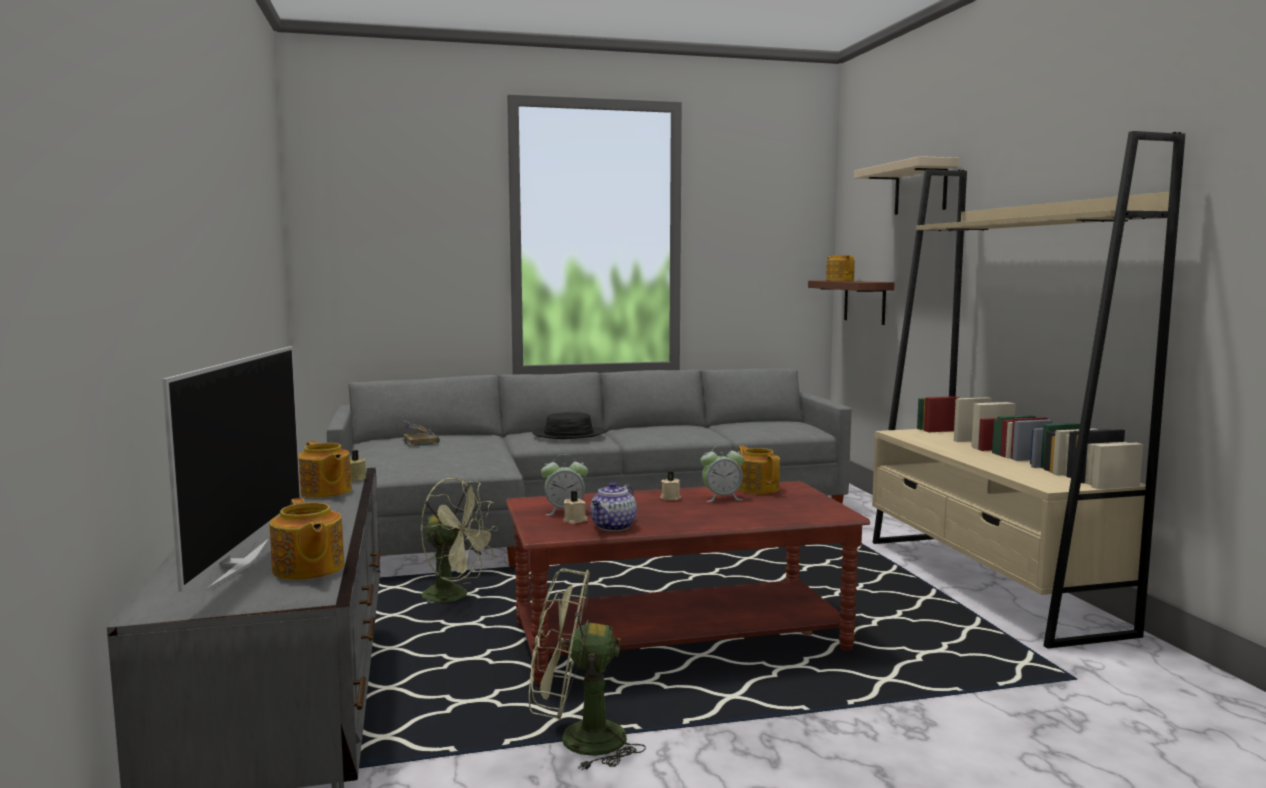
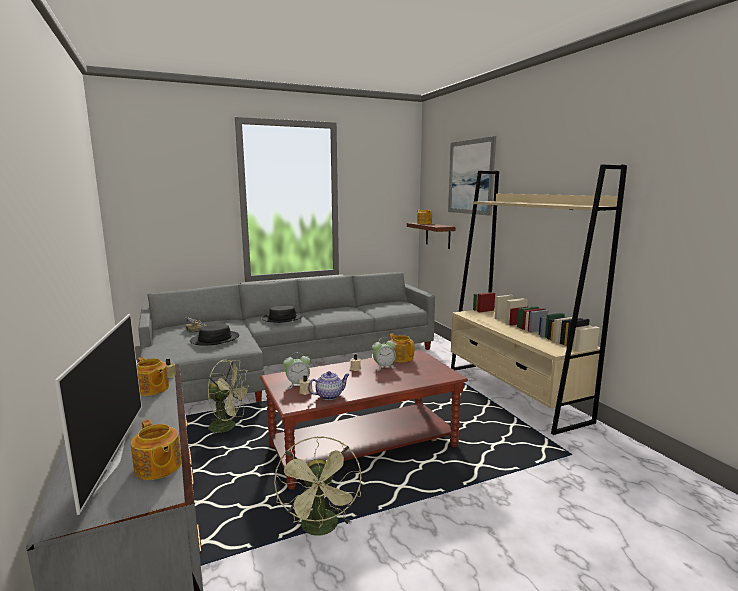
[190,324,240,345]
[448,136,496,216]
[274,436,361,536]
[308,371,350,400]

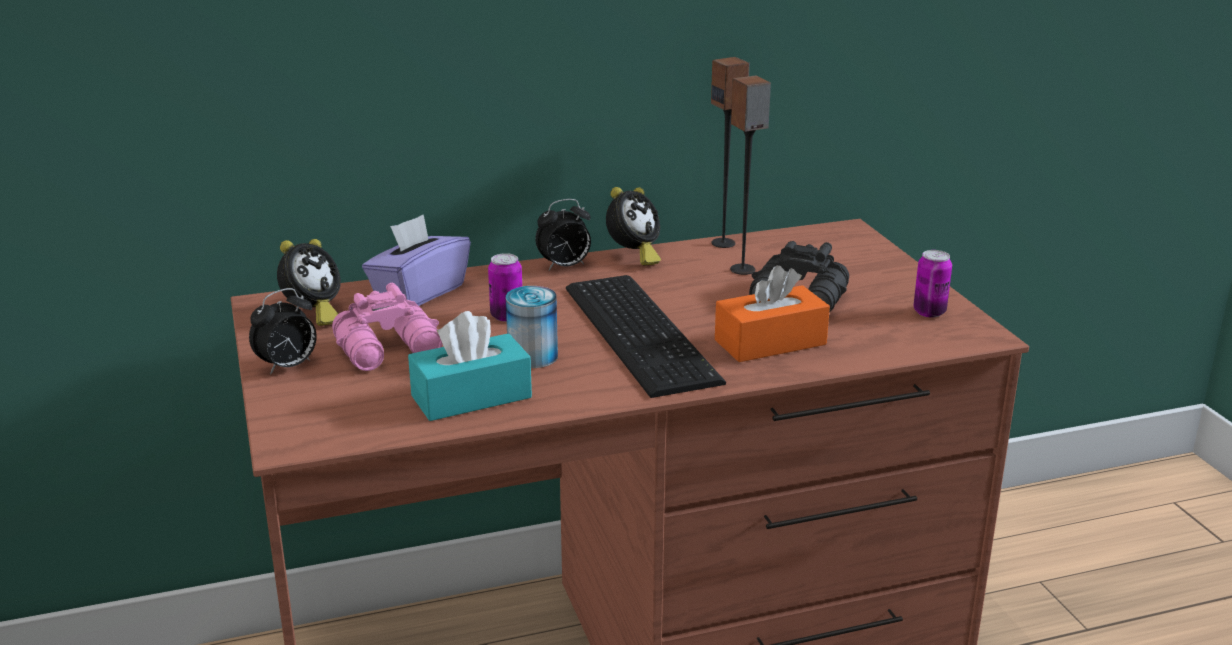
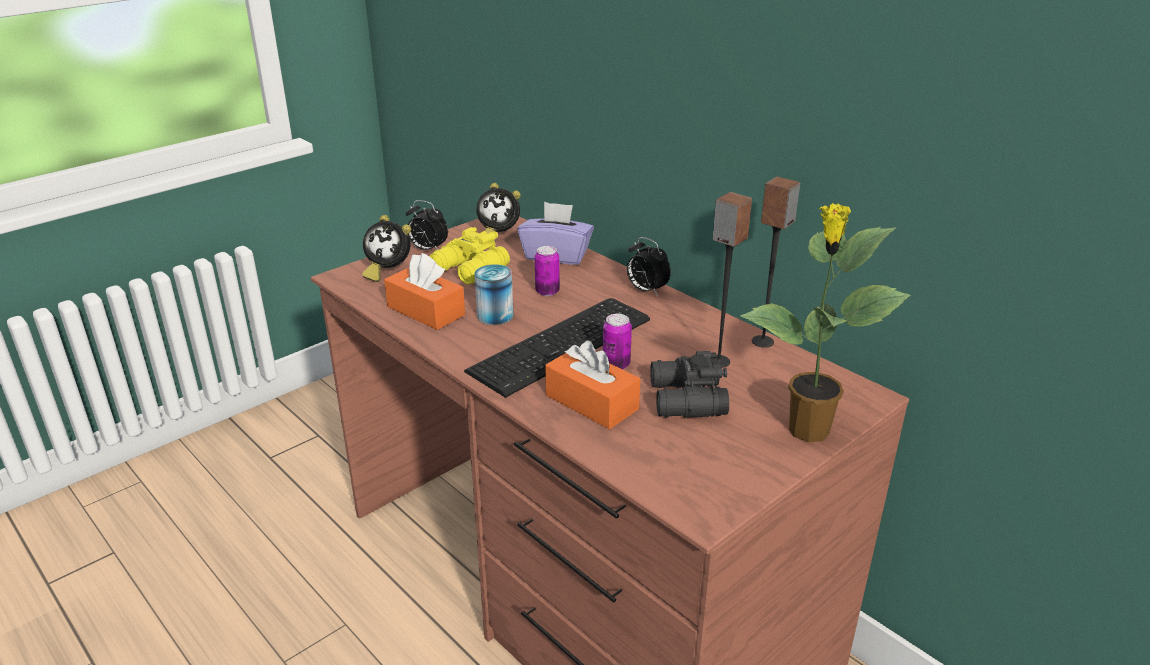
[740,203,911,442]
[362,215,411,282]
[603,314,632,370]
[430,227,510,284]
[384,253,465,330]

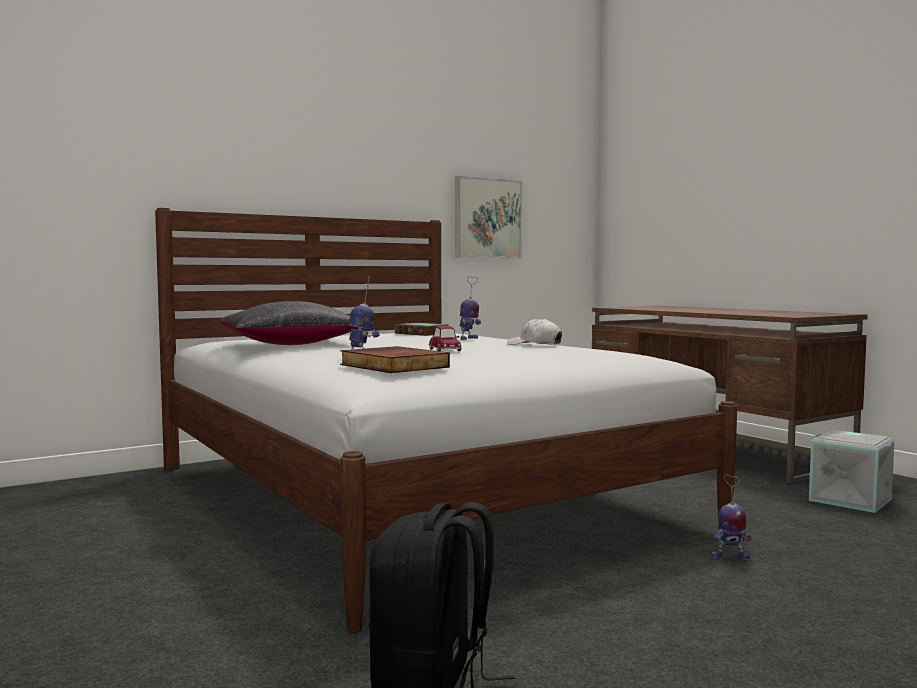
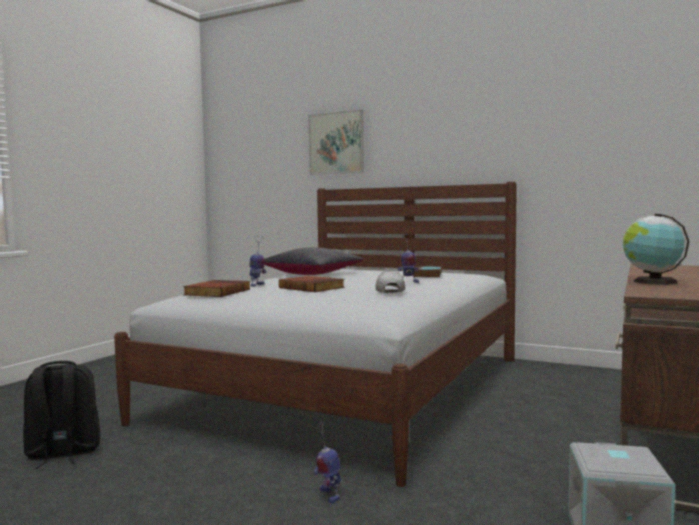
[623,214,689,285]
[308,109,364,175]
[279,276,345,292]

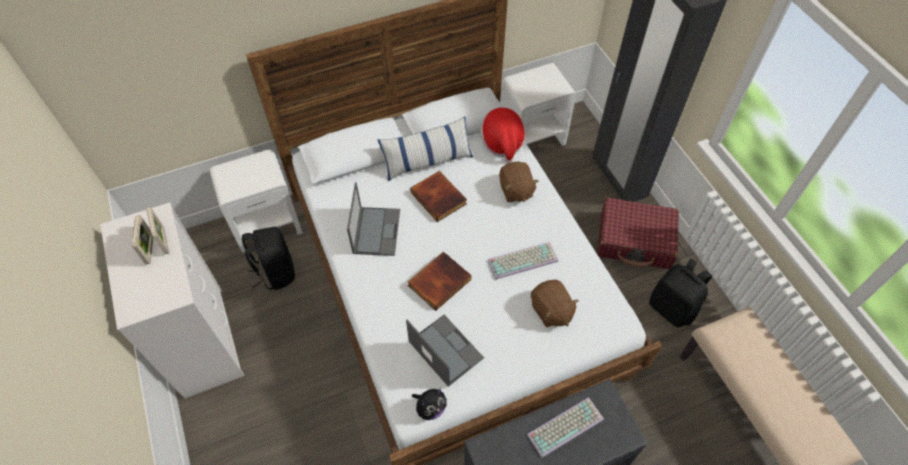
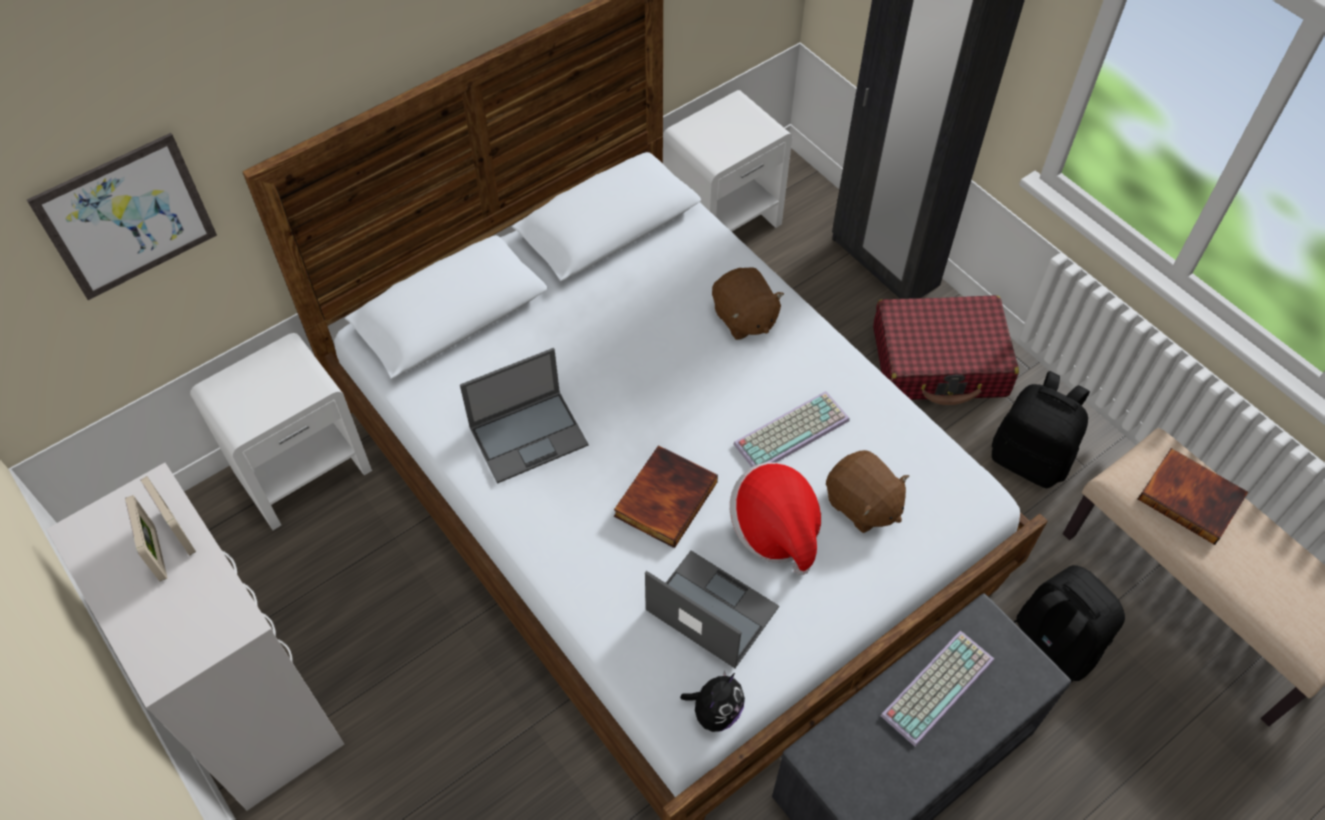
[378,116,473,181] (first image)
[27,133,217,300]
[1014,565,1125,684]
[1138,448,1248,545]
[730,462,821,575]
[460,348,588,484]

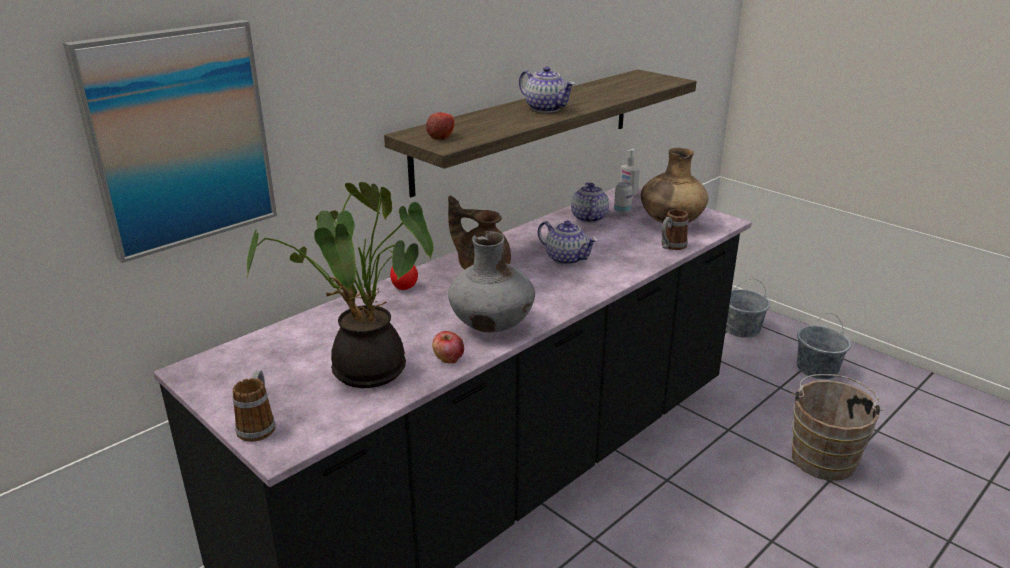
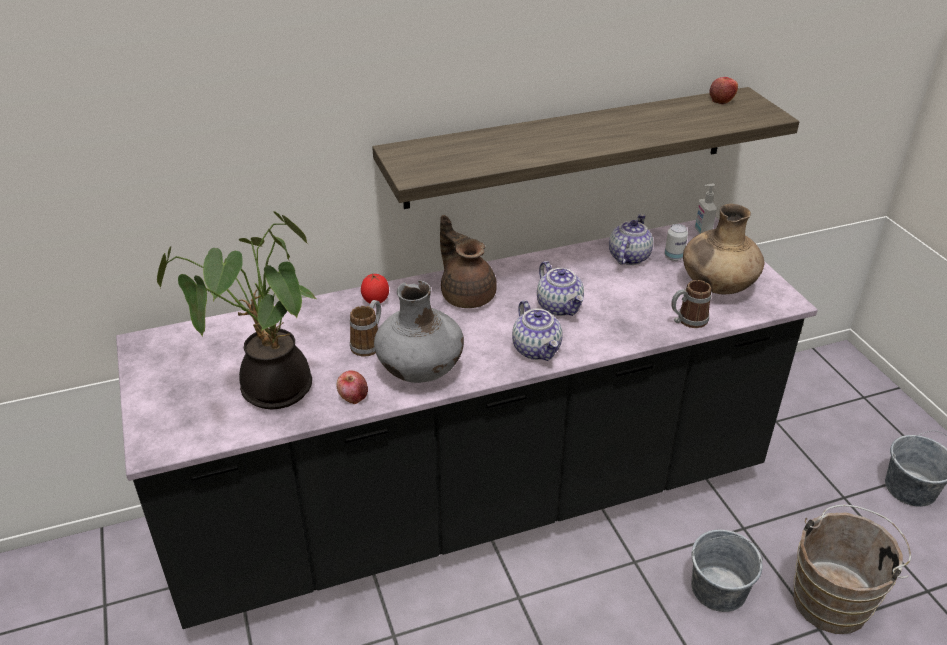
[63,20,277,263] (first image)
[350,300,381,357]
[710,77,738,104]
[512,300,562,361]
[691,530,763,612]

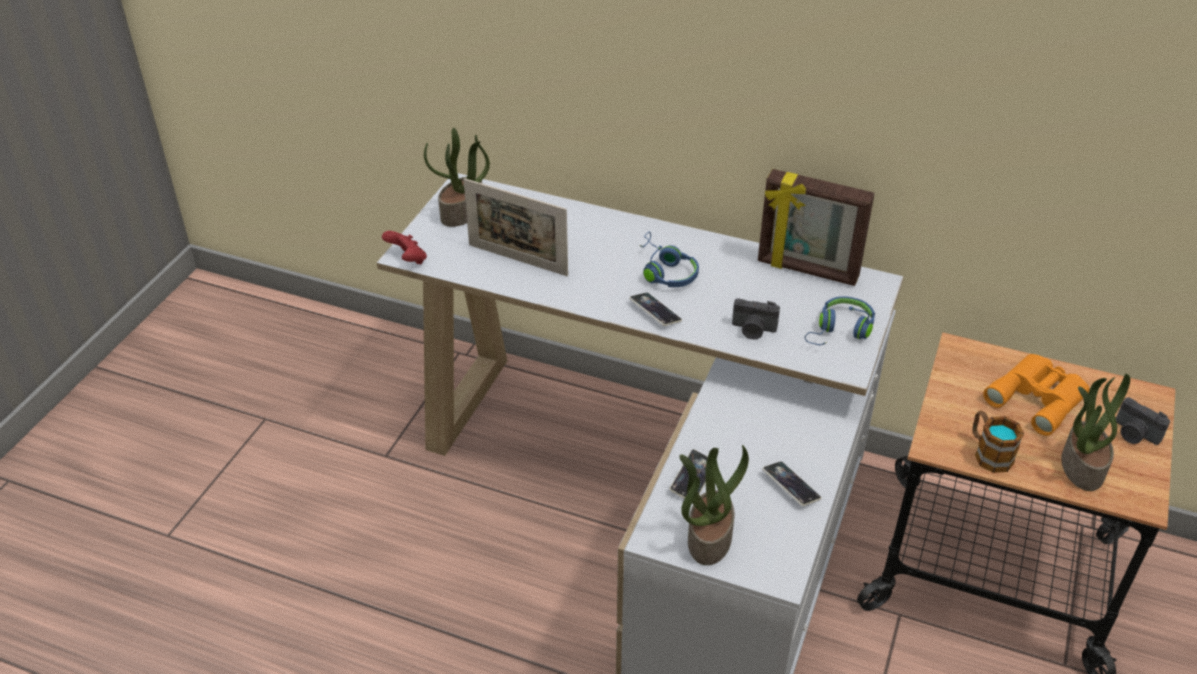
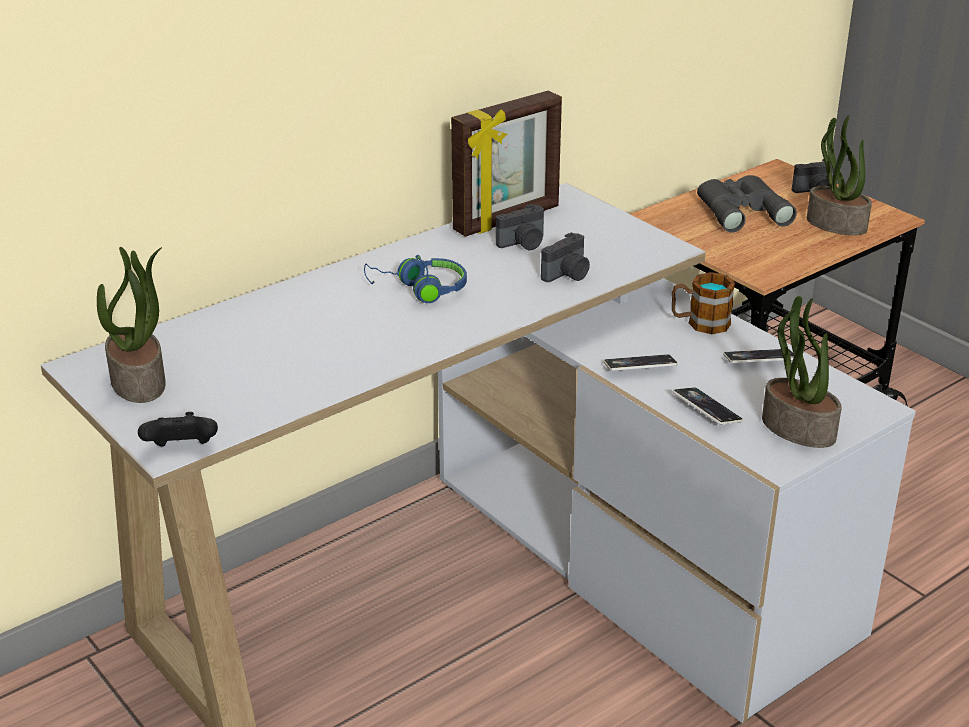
[463,178,568,276] (first image)
[805,296,875,345] (first image)
[496,204,544,250]
[604,354,678,371]
[672,272,735,334]
[138,412,218,447]
[697,175,797,233]

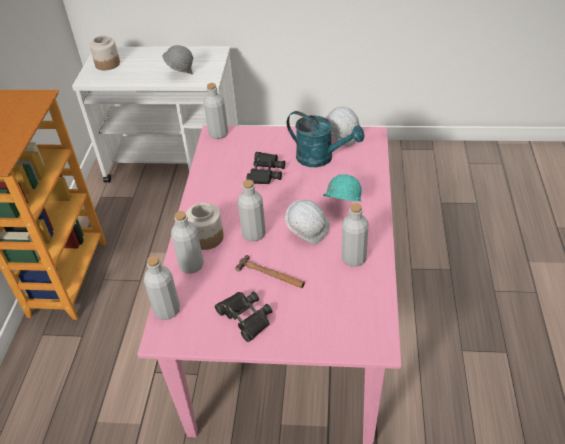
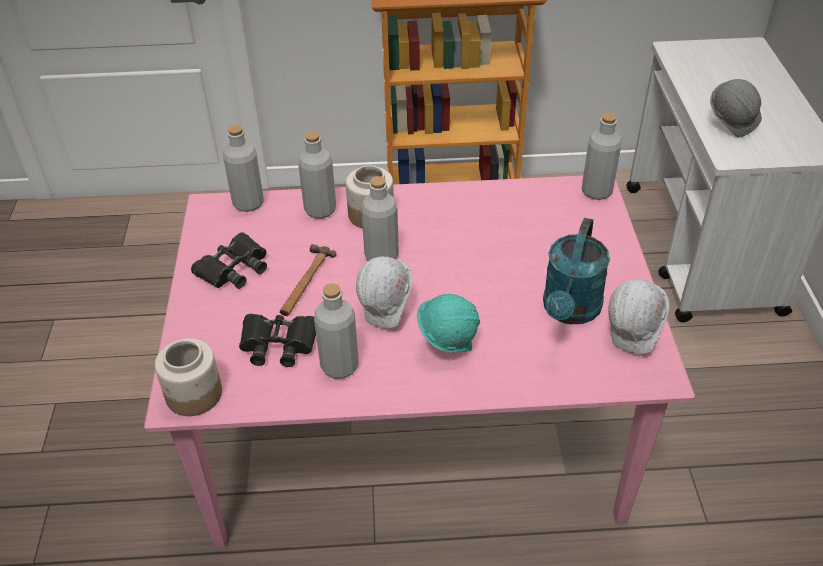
[155,338,222,416]
[239,314,316,367]

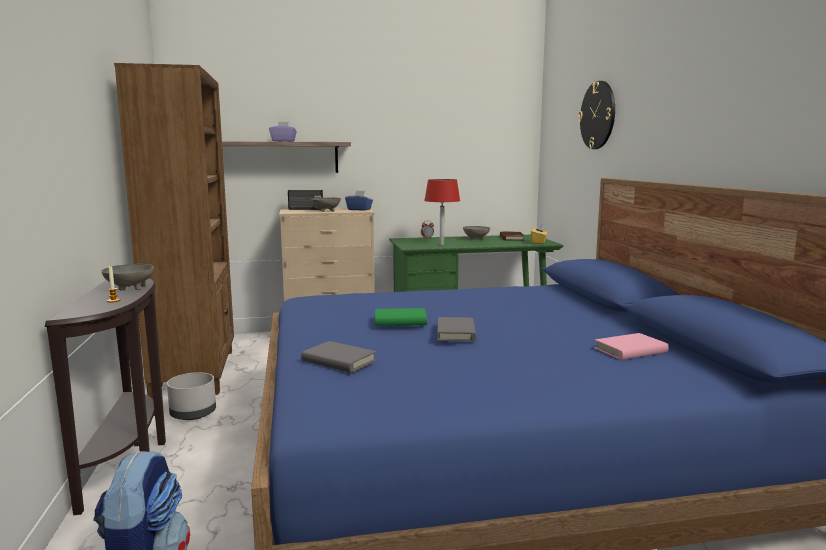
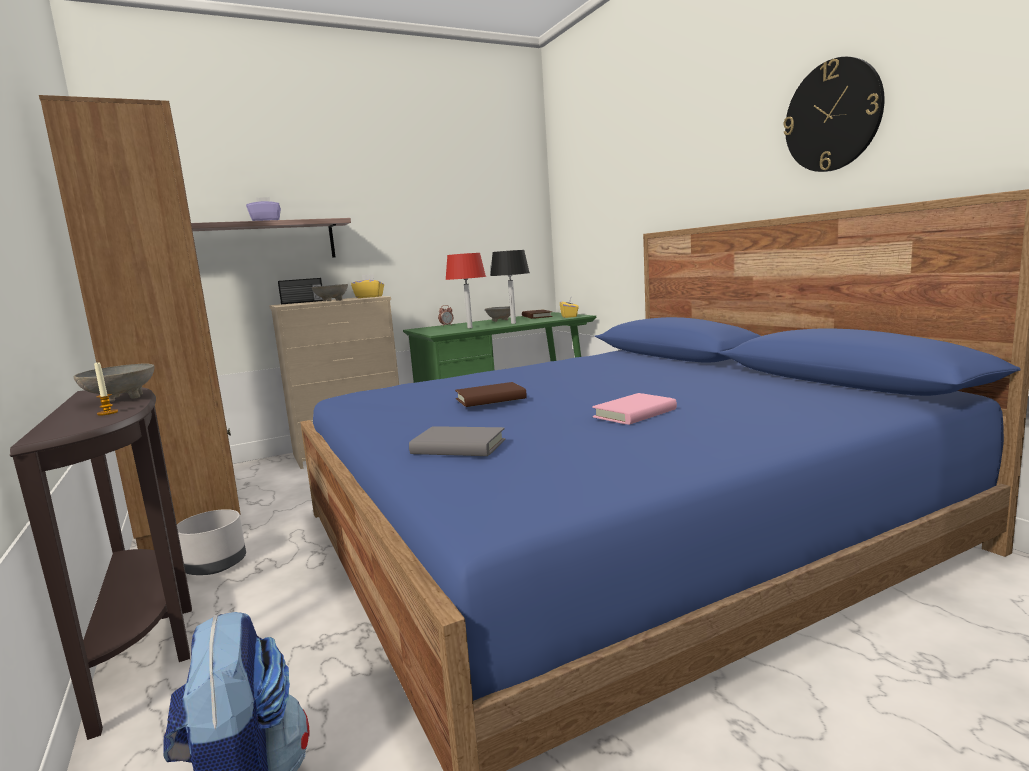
[437,317,477,341] (first image)
[490,250,530,324]
[784,57,884,172]
[592,393,677,425]
[351,274,384,298]
[455,382,527,407]

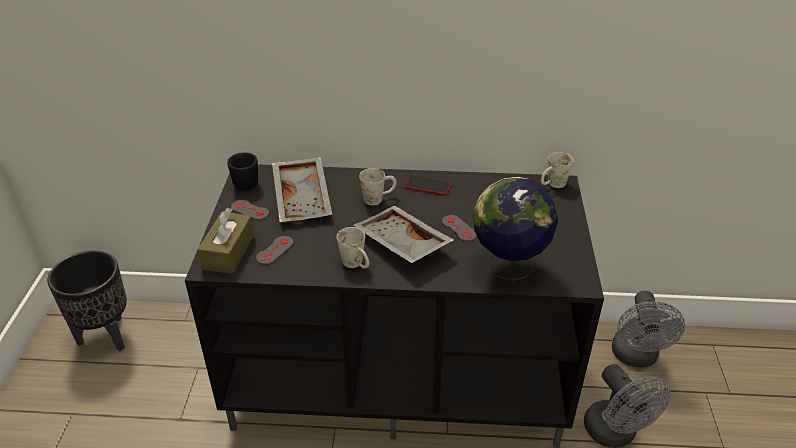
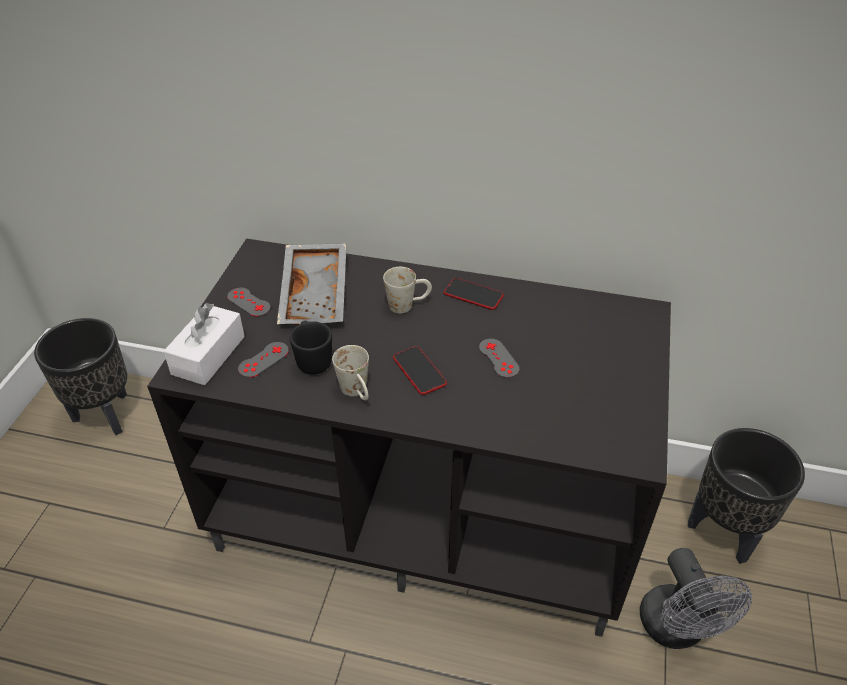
[474,177,558,281] (first image)
[541,152,574,188] (first image)
[290,321,332,374]
[393,346,447,395]
[688,428,805,564]
[163,303,245,385]

